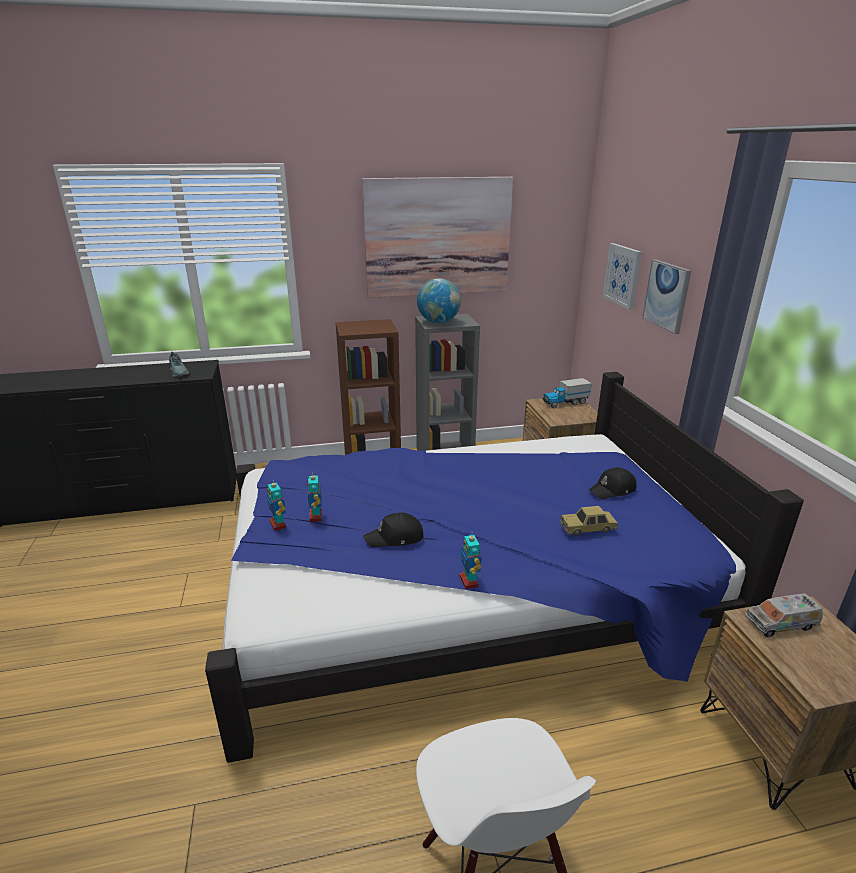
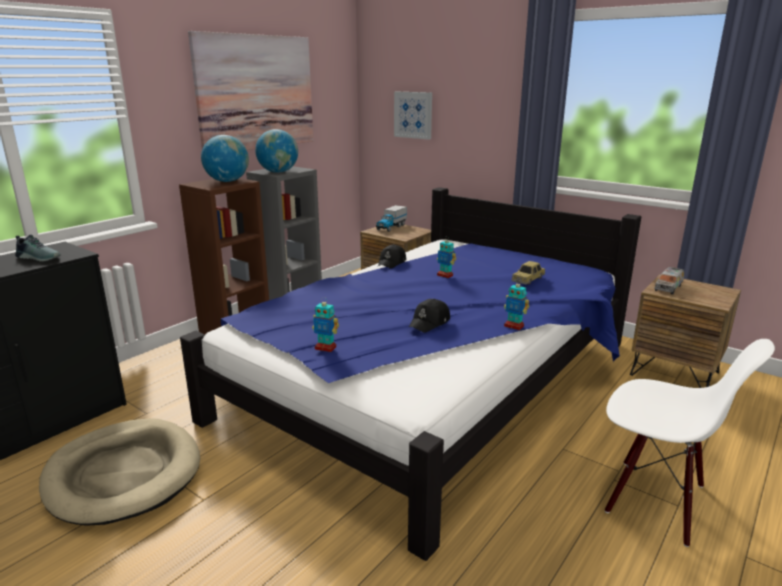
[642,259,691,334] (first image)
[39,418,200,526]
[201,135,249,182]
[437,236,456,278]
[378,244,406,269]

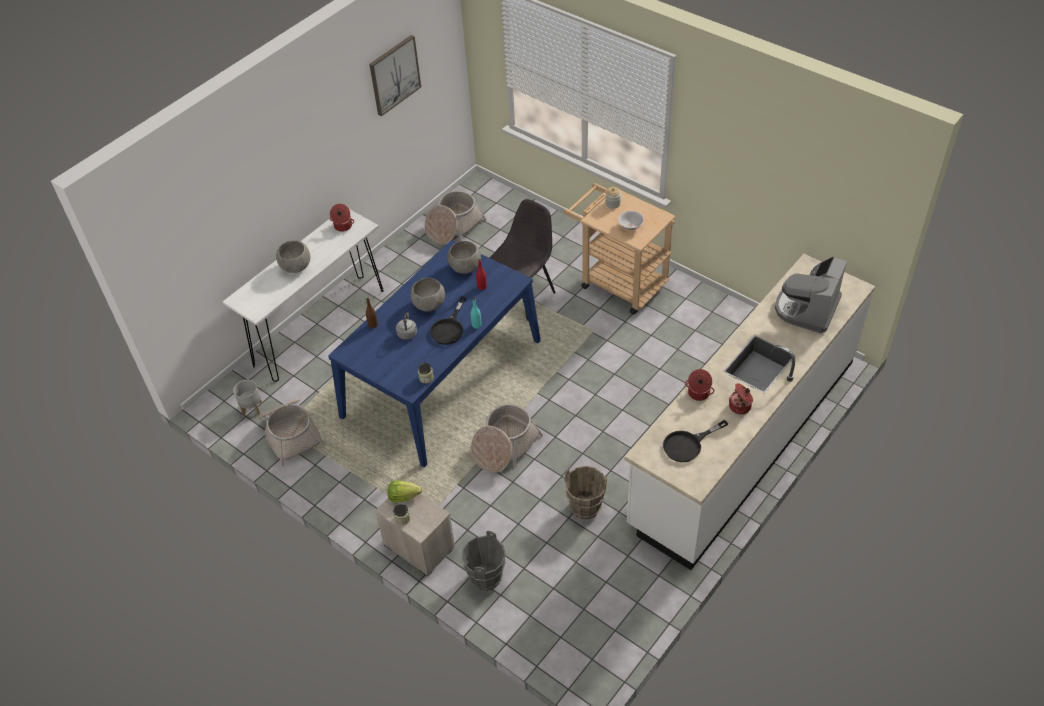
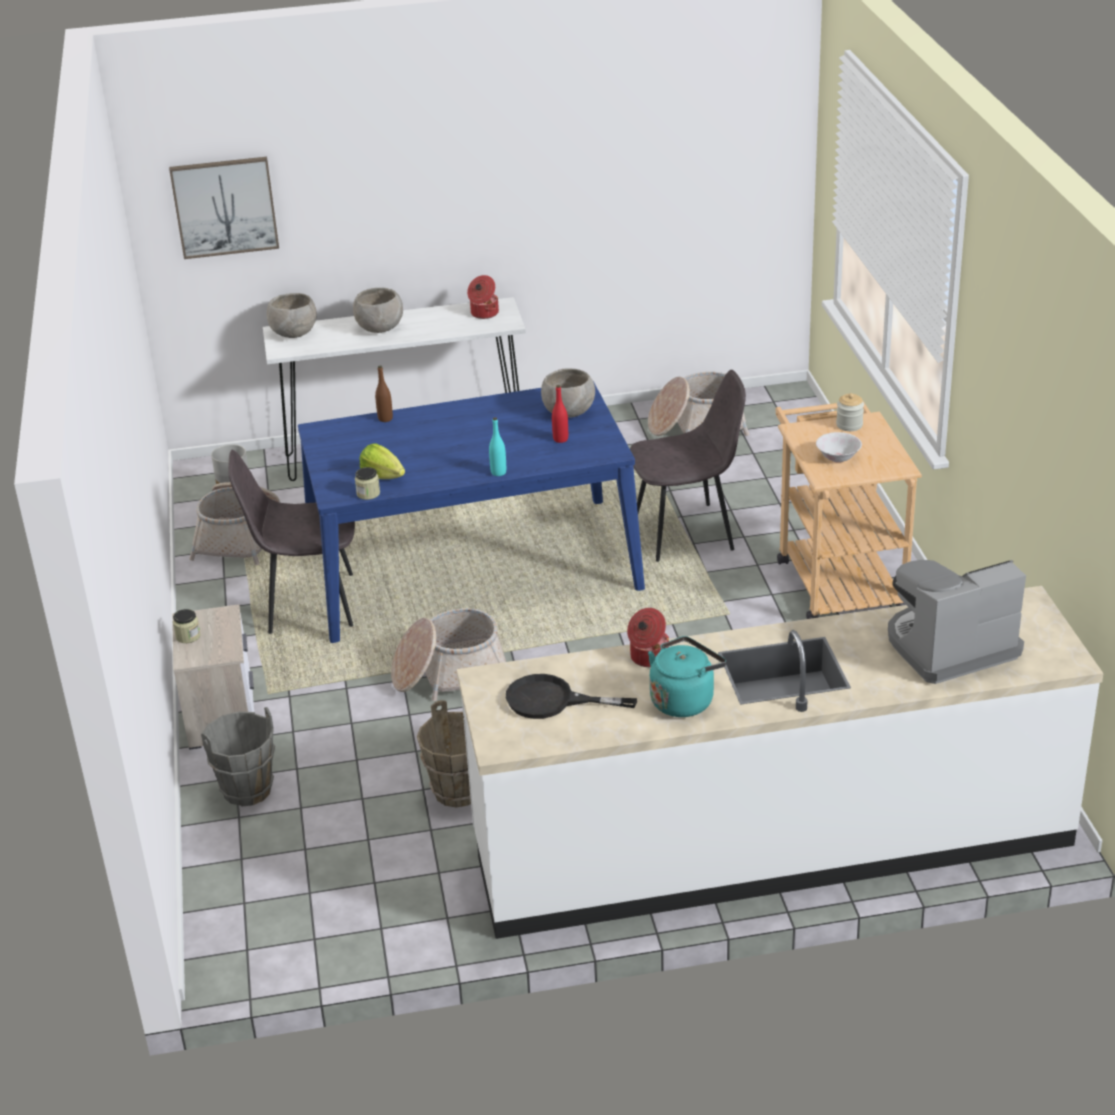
[396,312,417,340] (first image)
[430,296,466,345] (first image)
[228,450,355,634]
[169,157,279,259]
[359,444,405,479]
[267,293,317,338]
[648,636,726,717]

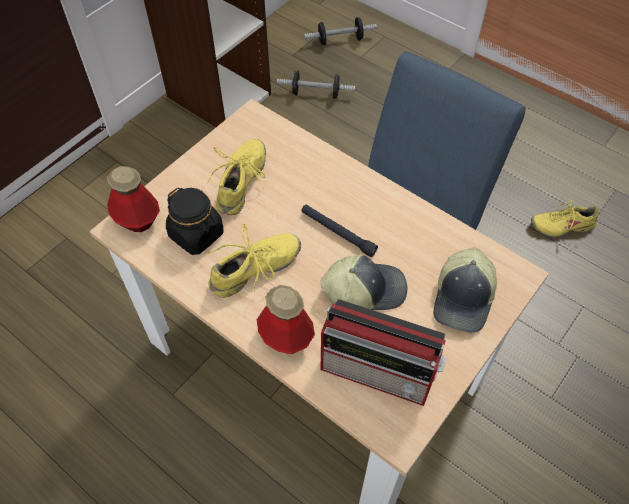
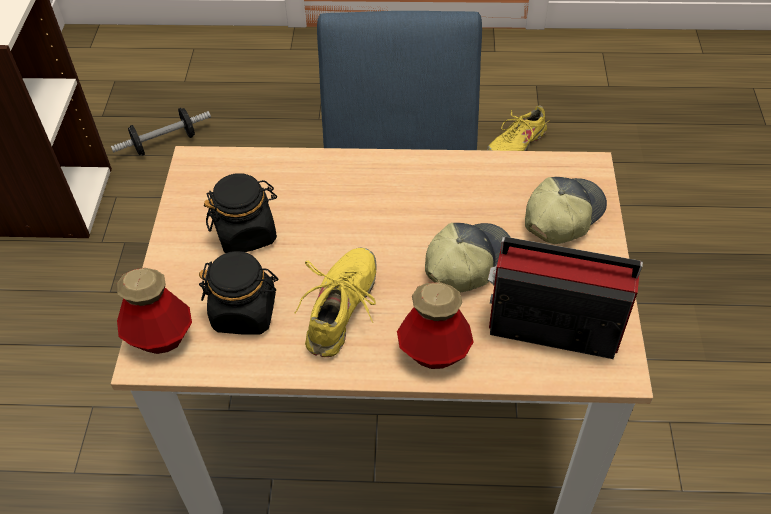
[302,205,378,257] (first image)
[304,17,377,46] (first image)
[204,173,277,253]
[488,237,643,359]
[525,177,607,244]

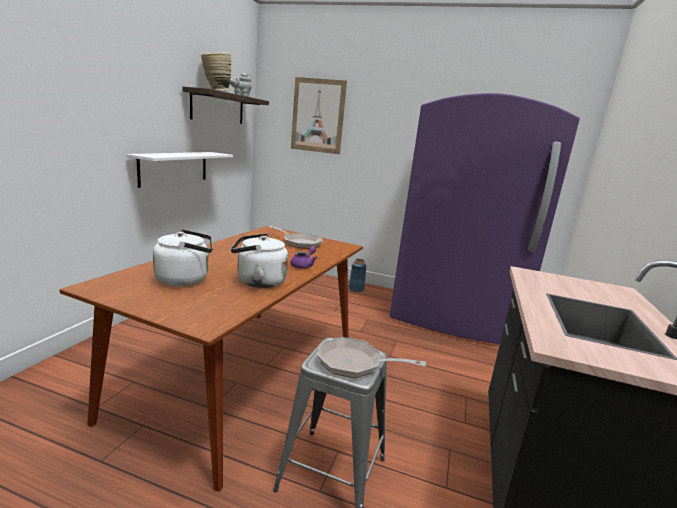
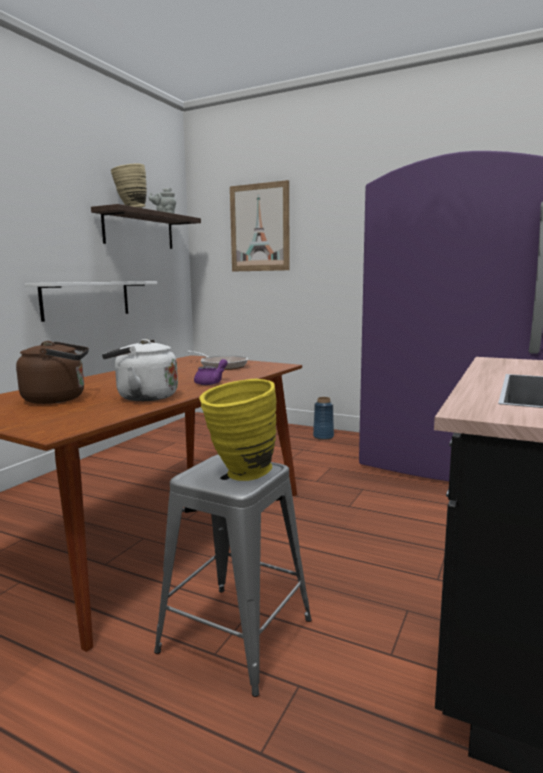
[199,378,277,481]
[16,341,89,404]

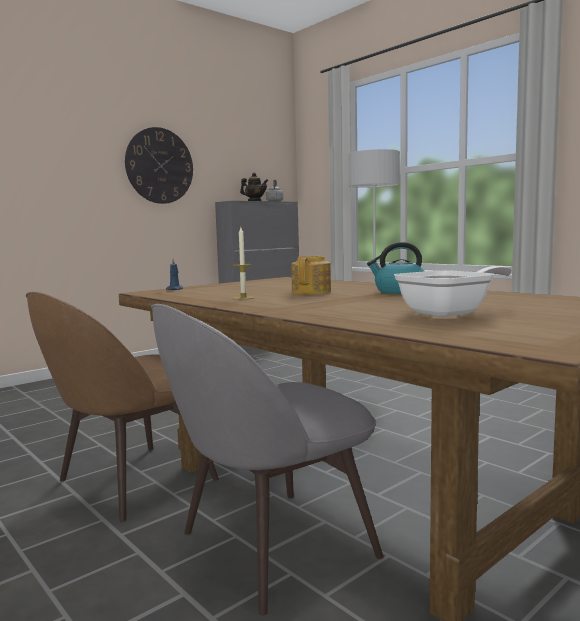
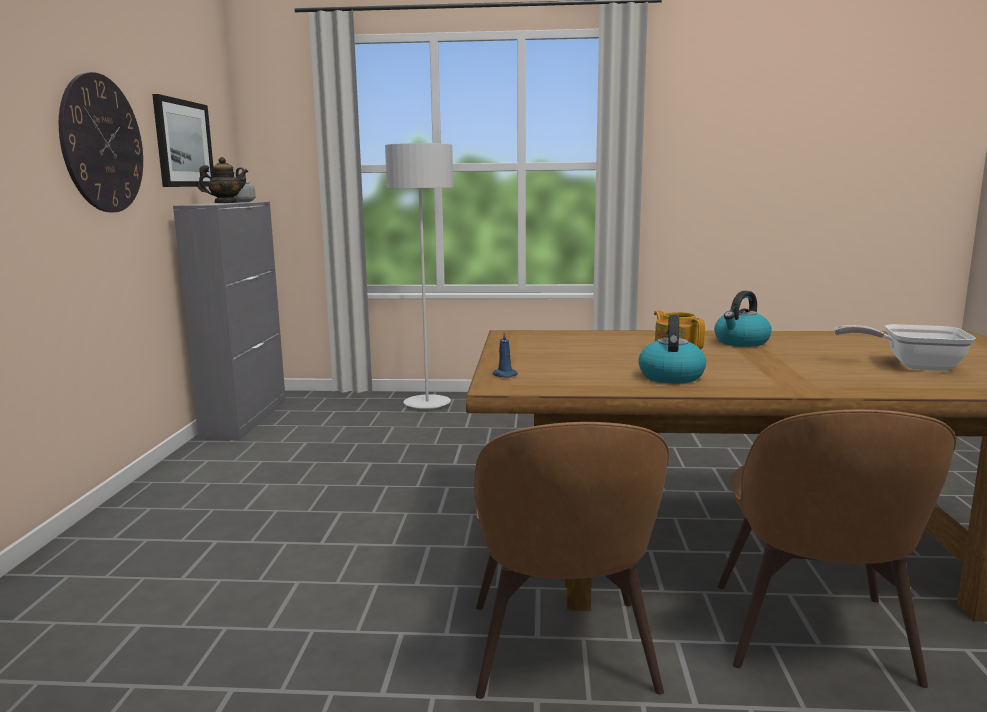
[152,94,213,187]
[638,315,706,383]
[717,409,956,688]
[834,324,976,371]

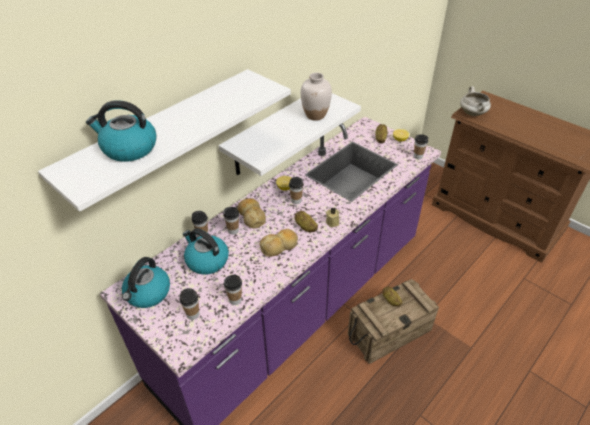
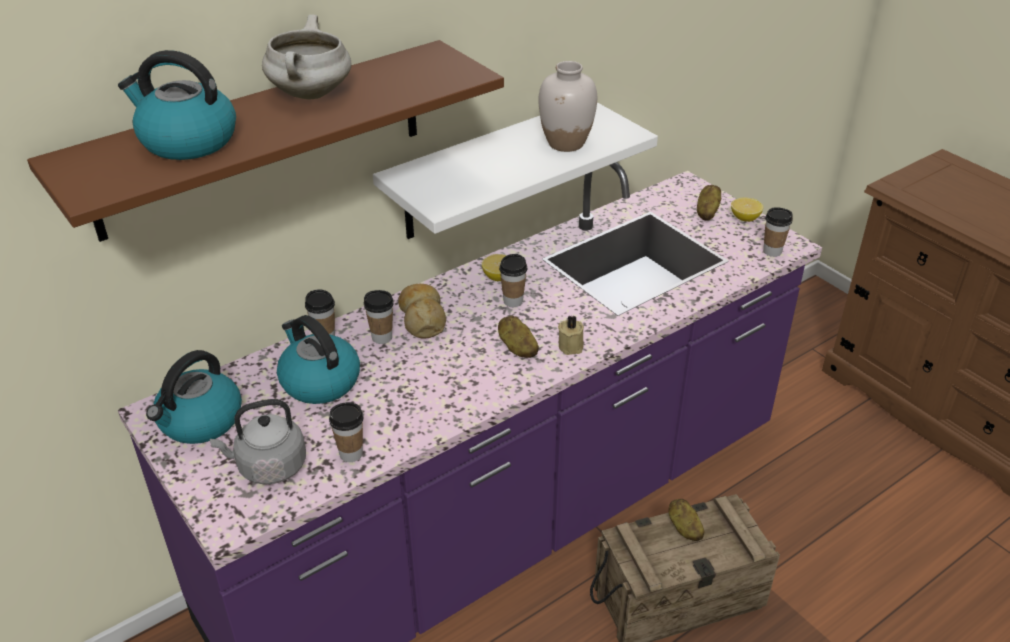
[260,229,298,257] (first image)
[262,14,352,99]
[210,399,306,485]
[27,40,504,242]

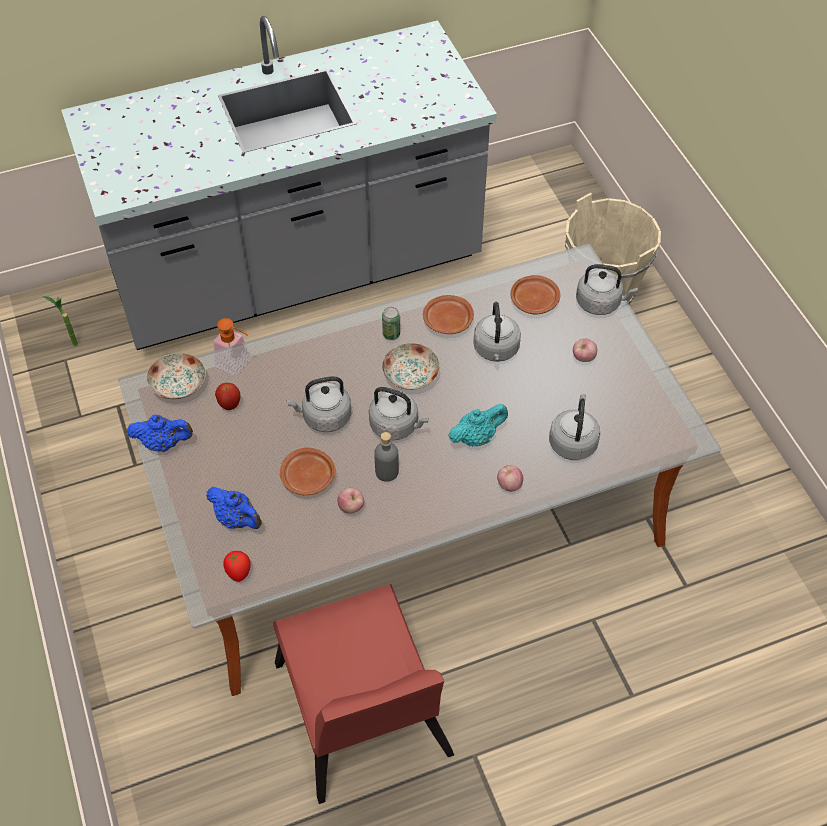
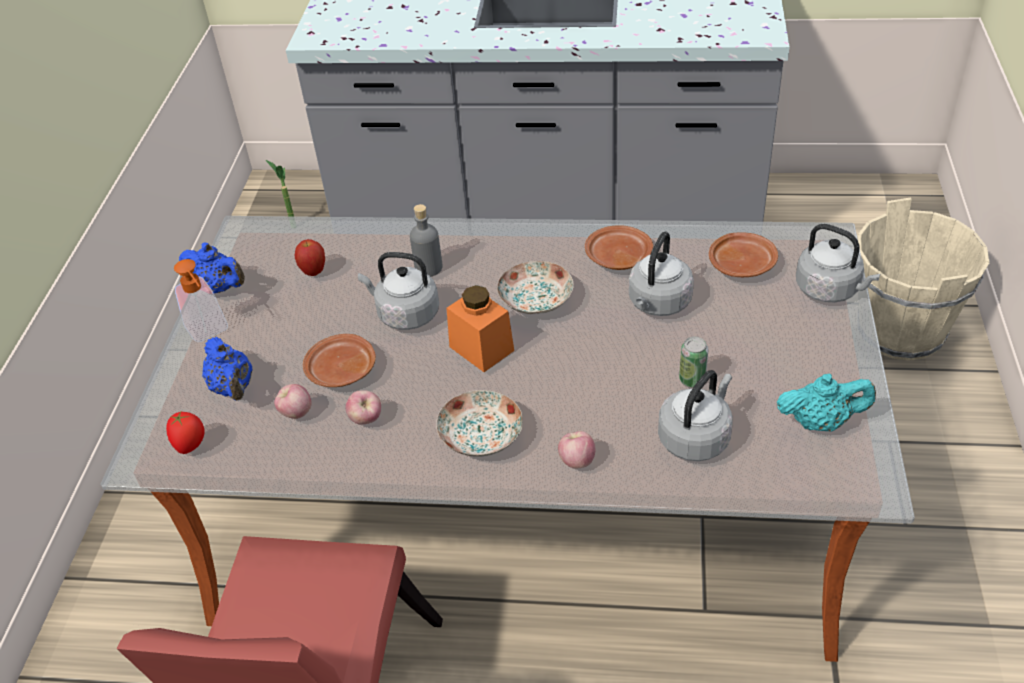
[436,390,523,457]
[174,259,228,342]
[410,204,443,277]
[679,337,708,387]
[777,373,876,432]
[274,384,312,419]
[447,285,514,372]

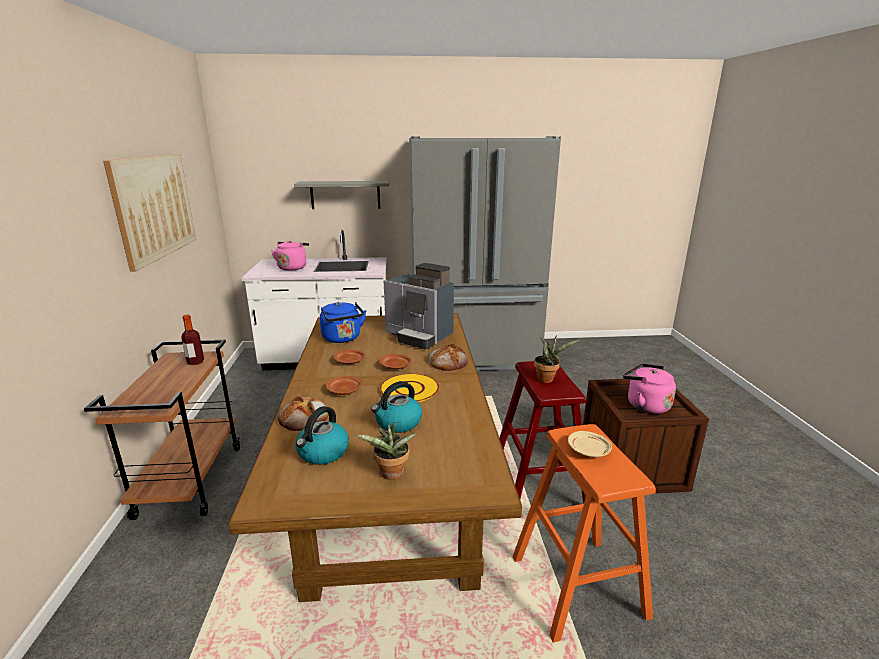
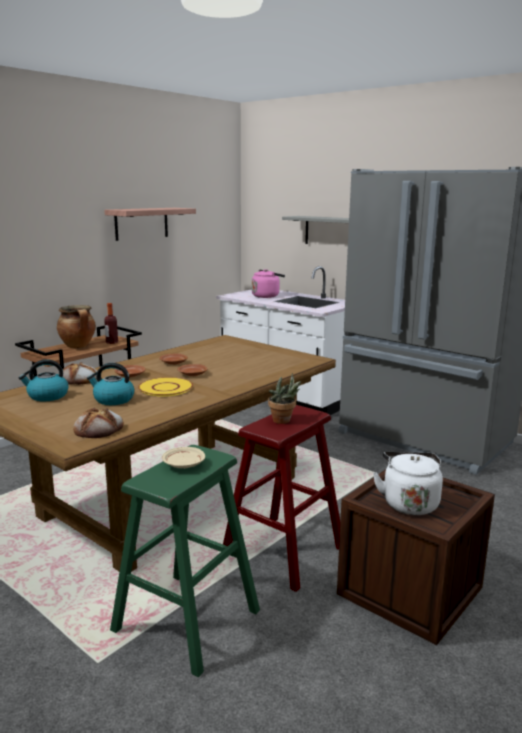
[320,302,366,343] (first image)
[356,422,417,480] (first image)
[384,263,454,349] (first image)
[57,305,96,348]
[73,408,124,438]
[104,208,196,241]
[110,445,260,677]
[373,452,443,515]

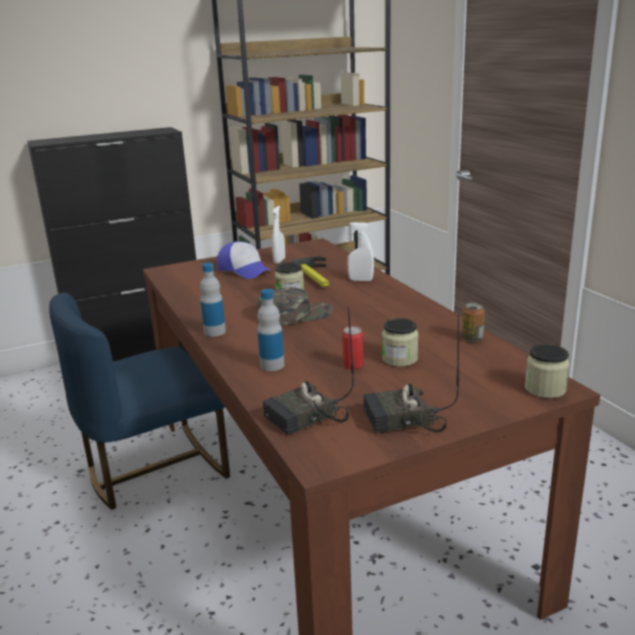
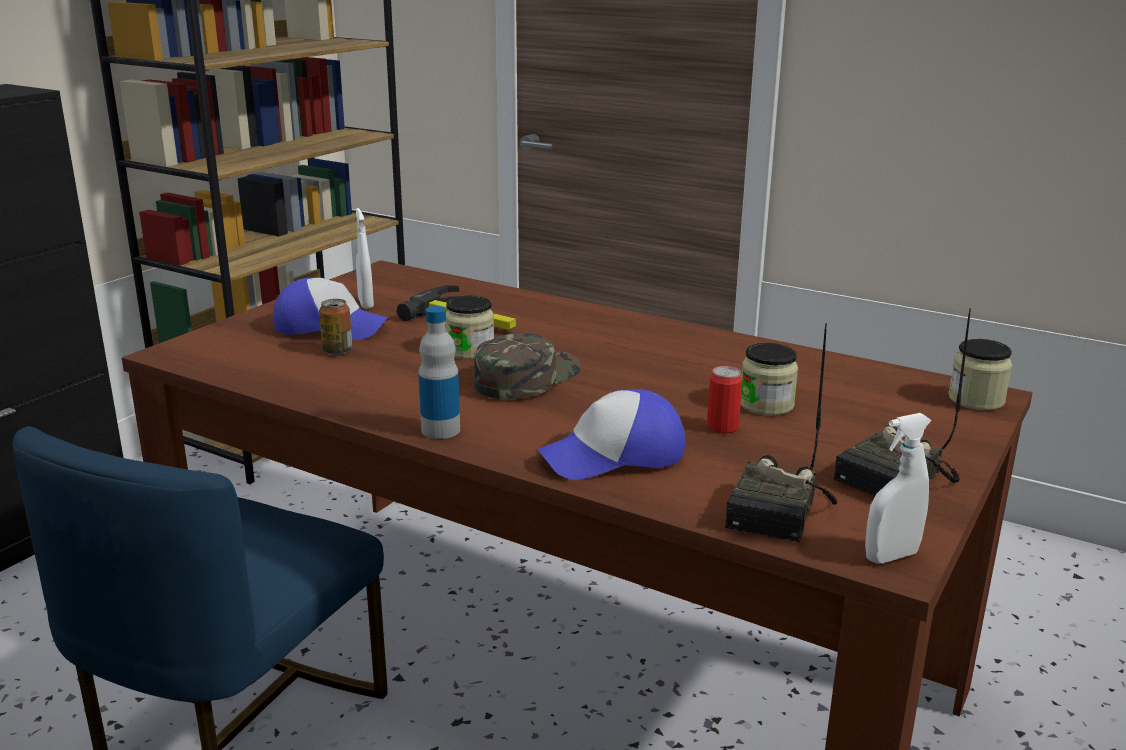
[865,413,932,563]
[319,299,353,355]
[537,389,685,480]

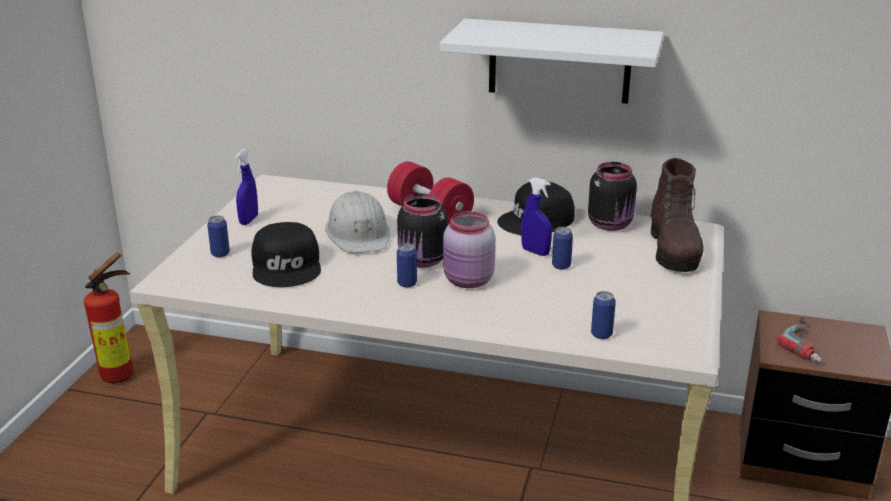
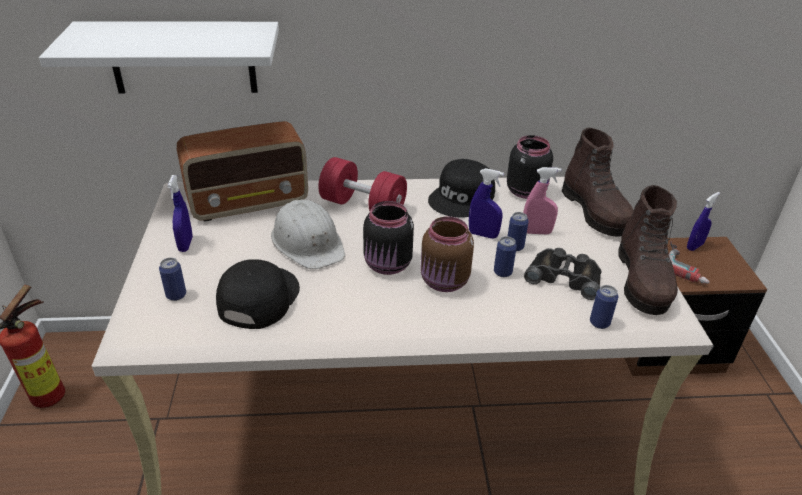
[177,121,308,222]
[523,167,562,234]
[524,248,601,300]
[618,185,678,315]
[687,192,720,251]
[494,236,517,277]
[39,21,279,94]
[420,216,474,292]
[216,259,300,329]

